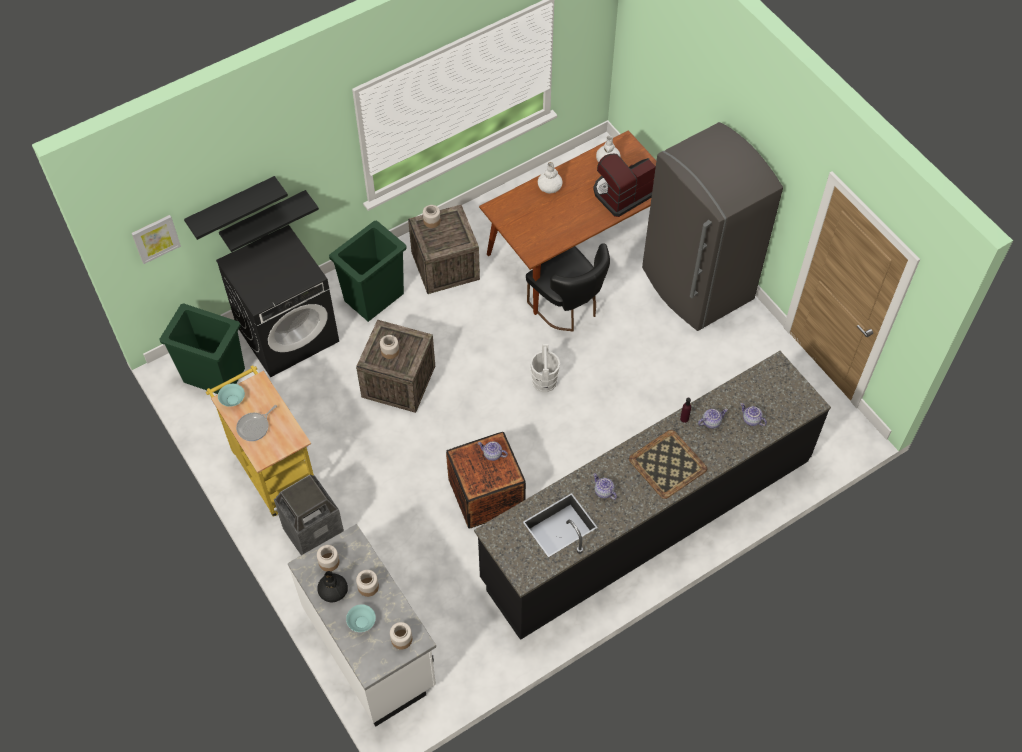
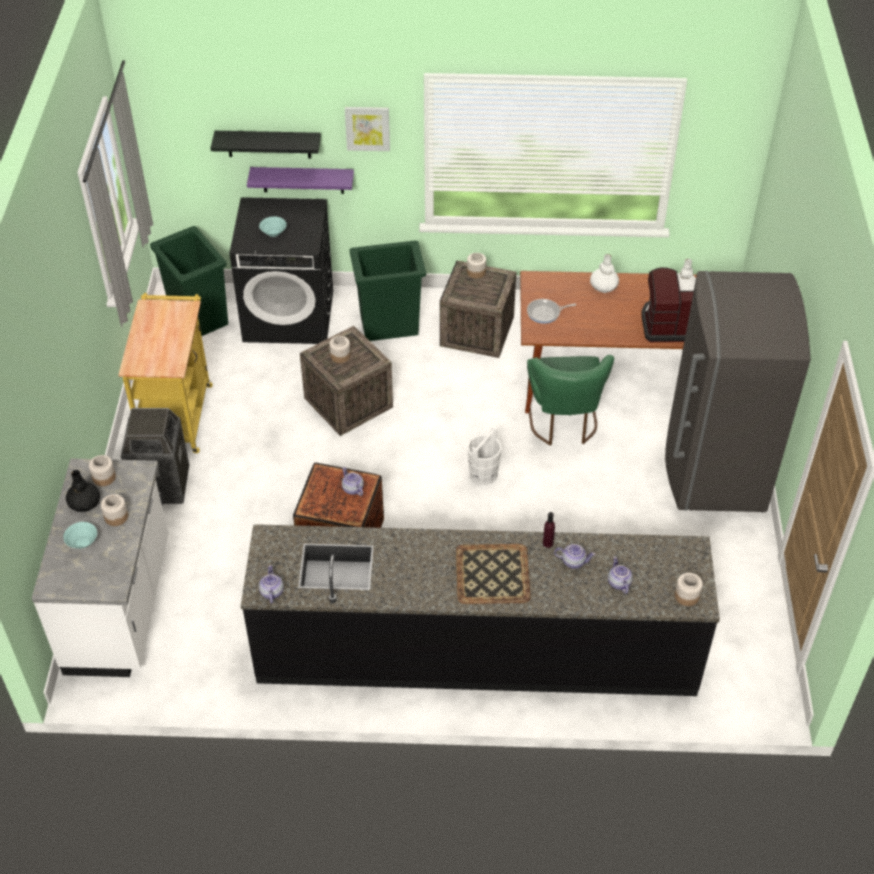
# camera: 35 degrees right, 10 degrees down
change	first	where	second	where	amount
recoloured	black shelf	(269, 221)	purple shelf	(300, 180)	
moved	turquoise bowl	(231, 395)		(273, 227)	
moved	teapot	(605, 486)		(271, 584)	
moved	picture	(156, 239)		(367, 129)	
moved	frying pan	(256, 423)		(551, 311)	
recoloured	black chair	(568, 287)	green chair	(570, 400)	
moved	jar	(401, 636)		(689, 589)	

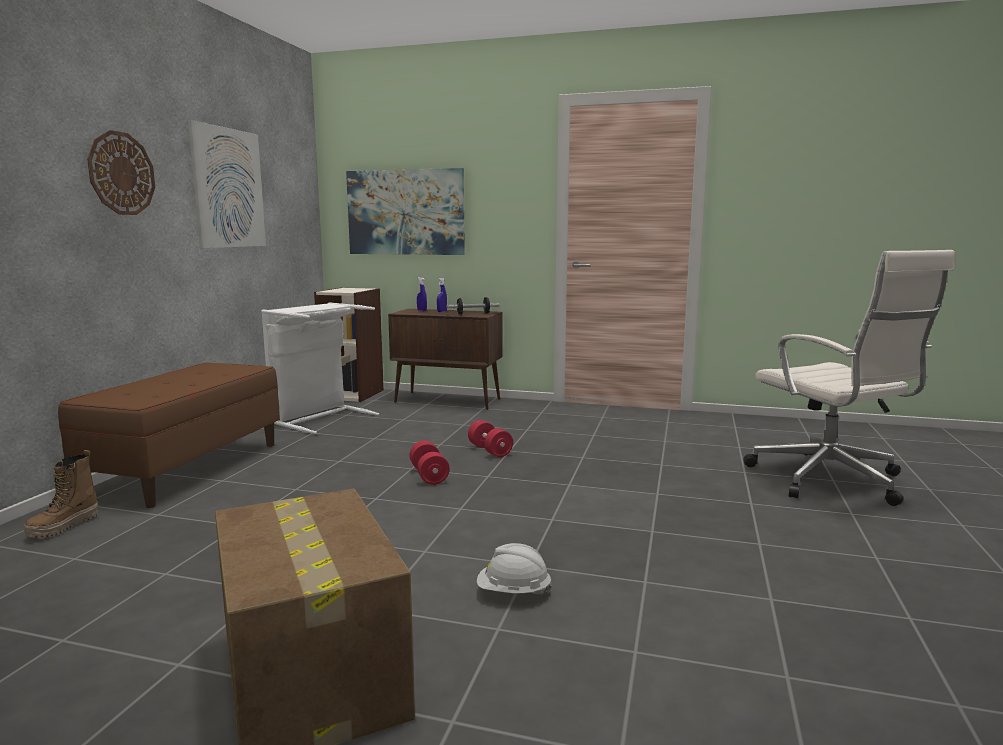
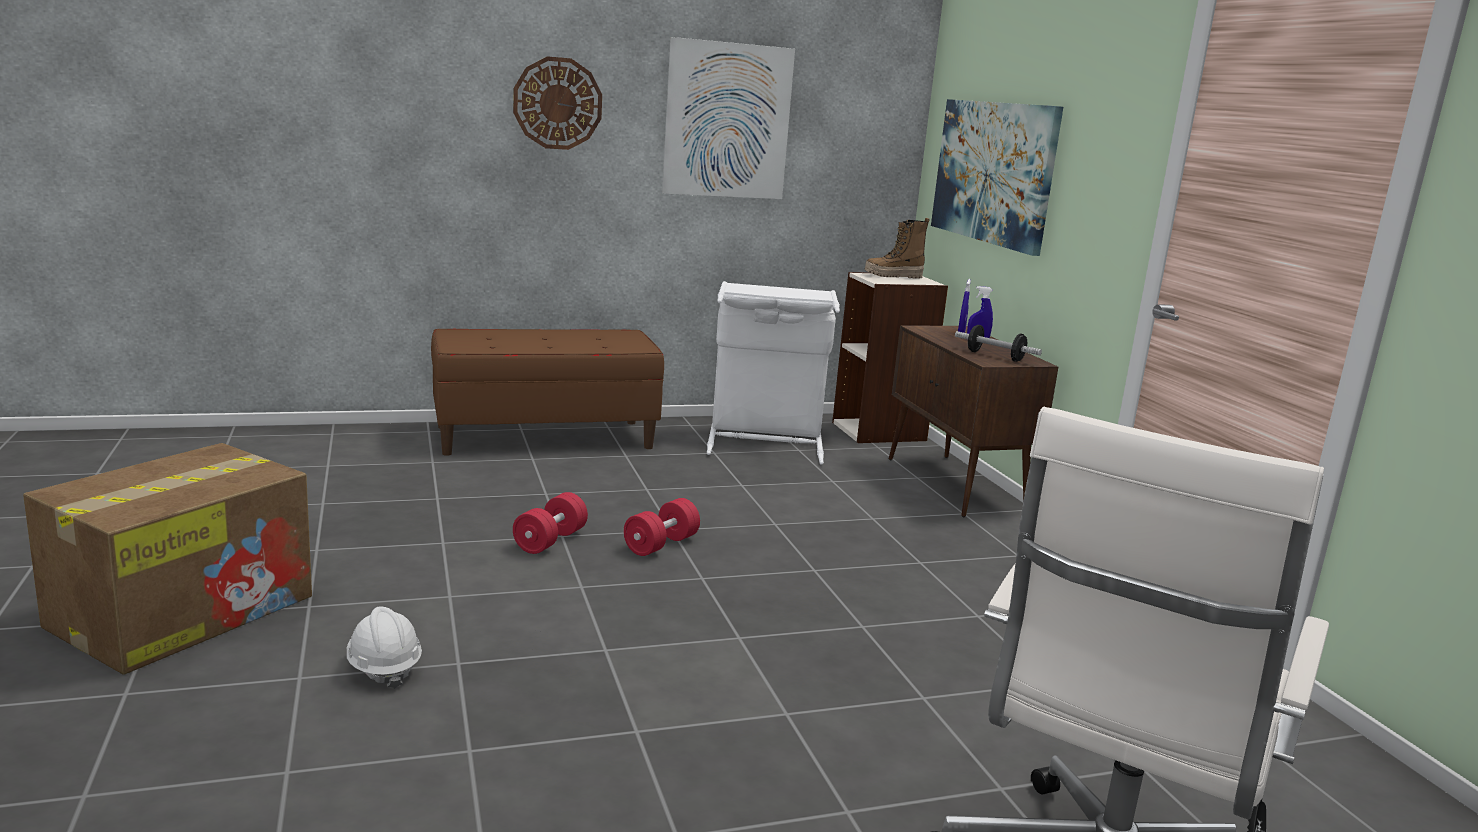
# camera: 55 degrees right, 5 degrees up
change	first	where	second	where	amount
moved	red dumbbell	(490, 438)		(550, 523)	
moved	boot	(60, 494)		(897, 248)	

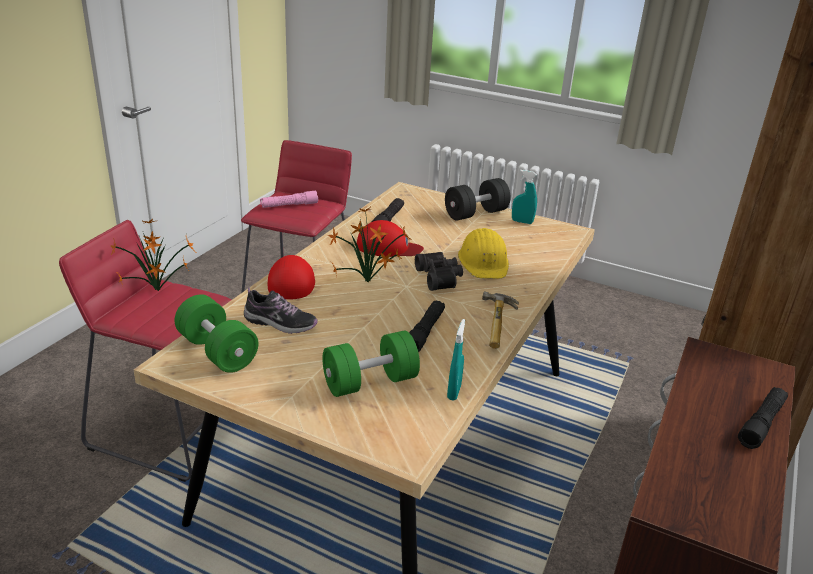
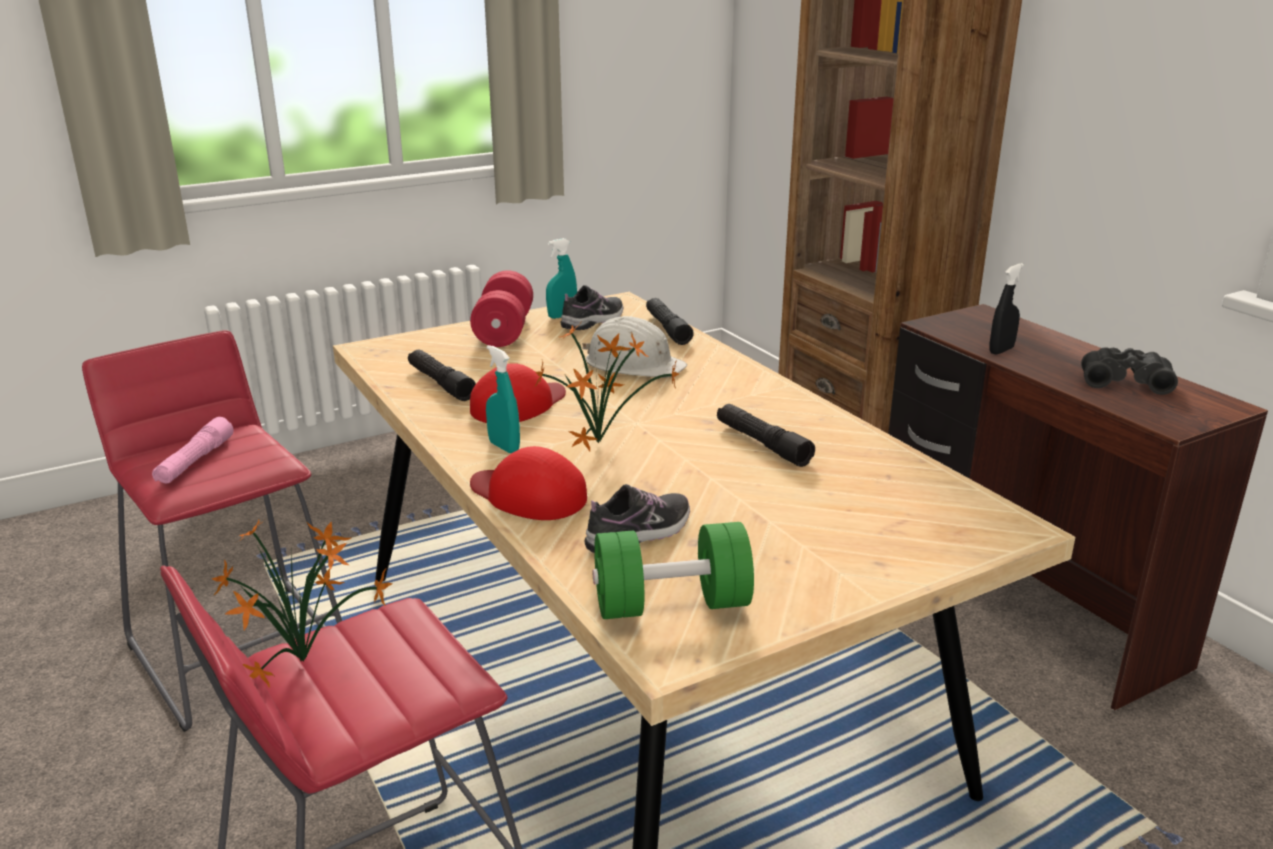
# camera: 55 degrees left, 5 degrees down
change	first	where	second	where	amount
recoloured	black dumbbell	(477, 199)	red dumbbell	(501, 308)	
moved	turquoise spray bottle	(456, 360)		(503, 399)	
added			shoe	(592, 307)	
recoloured	yellow hard hat	(483, 253)	white hard hat	(634, 347)	
moved	black flashlight	(763, 418)		(670, 321)	
added			black spray bottle	(1006, 308)	
moved	black binoculars	(439, 271)		(1129, 371)	
removed	green dumbbell	(371, 363)			
removed	hammer	(500, 320)			

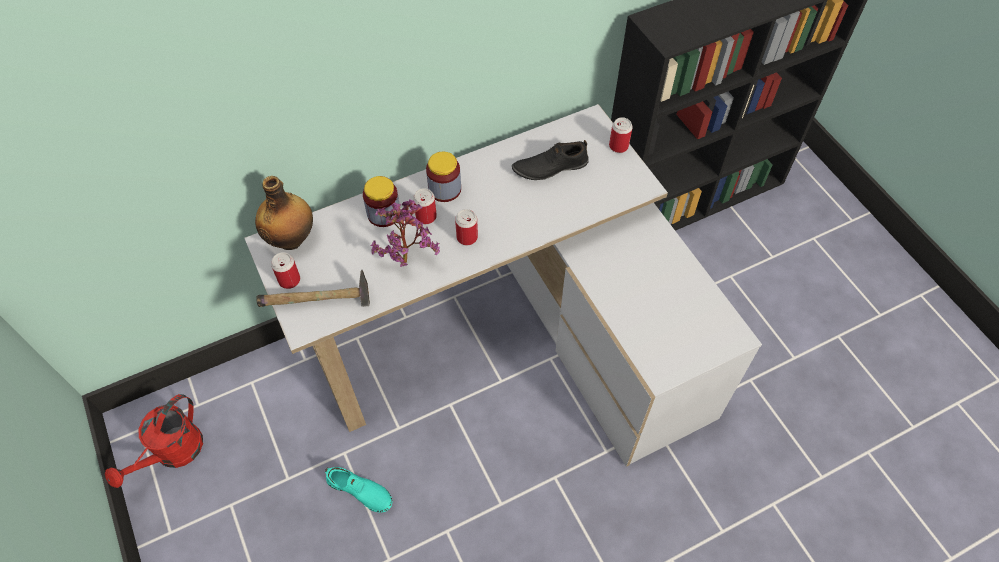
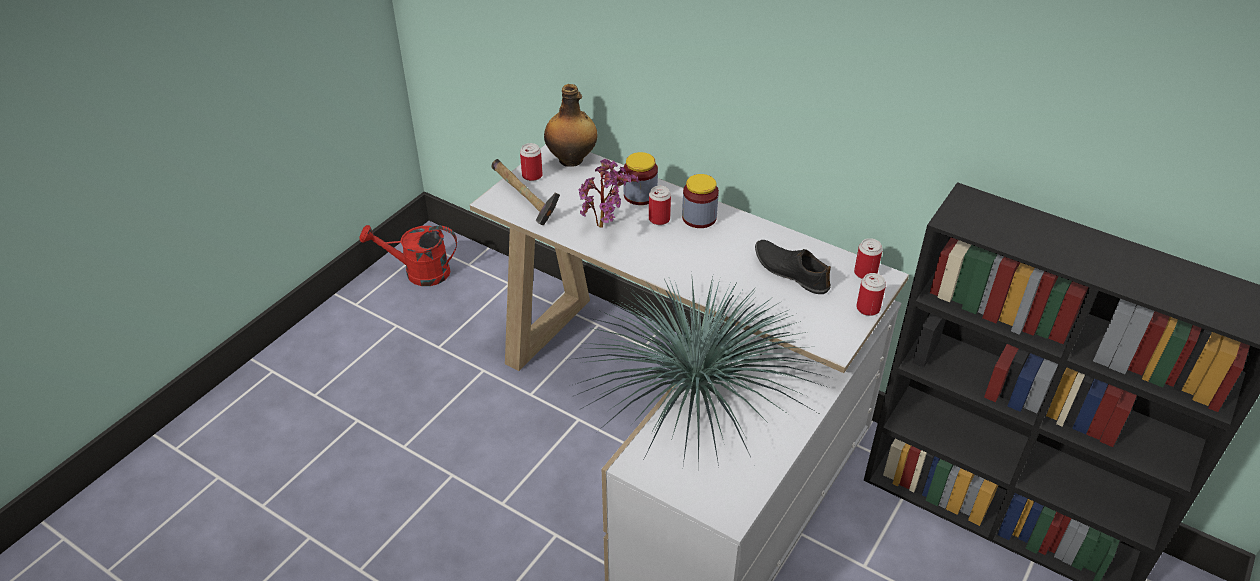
# camera: 60 degrees right, 15 degrees down
change	first	where	second	where	amount
added			potted plant	(696, 371)	
moved	can	(466, 227)		(868, 258)	
removed	turquoise shoe	(358, 490)			

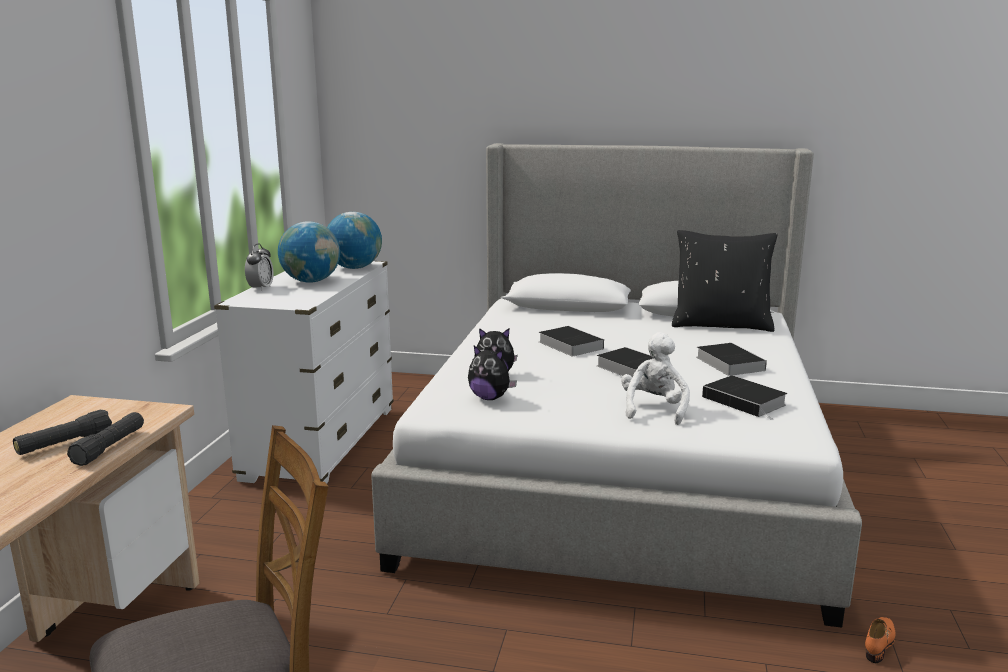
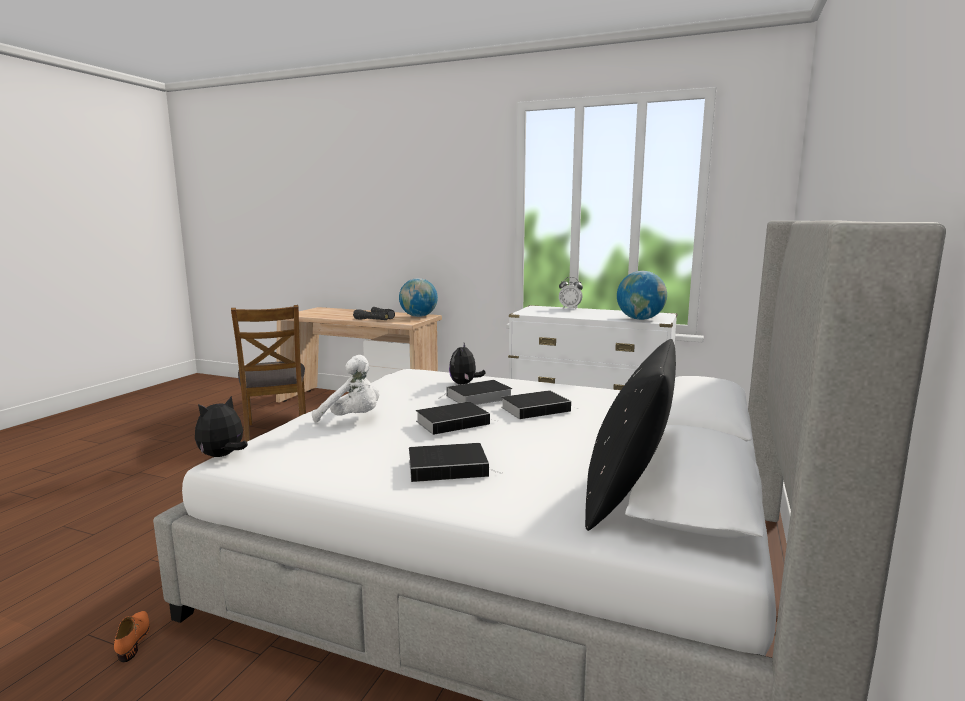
# camera: 100 degrees right, 5 degrees down
change	first	where	second	where	amount
turned	orange shoe	(880, 640)		(132, 636)	150 degrees counterclockwise
moved	plush toy	(492, 372)		(221, 426)	
moved	globe	(309, 252)		(418, 297)	
moved	book	(745, 398)		(476, 392)	

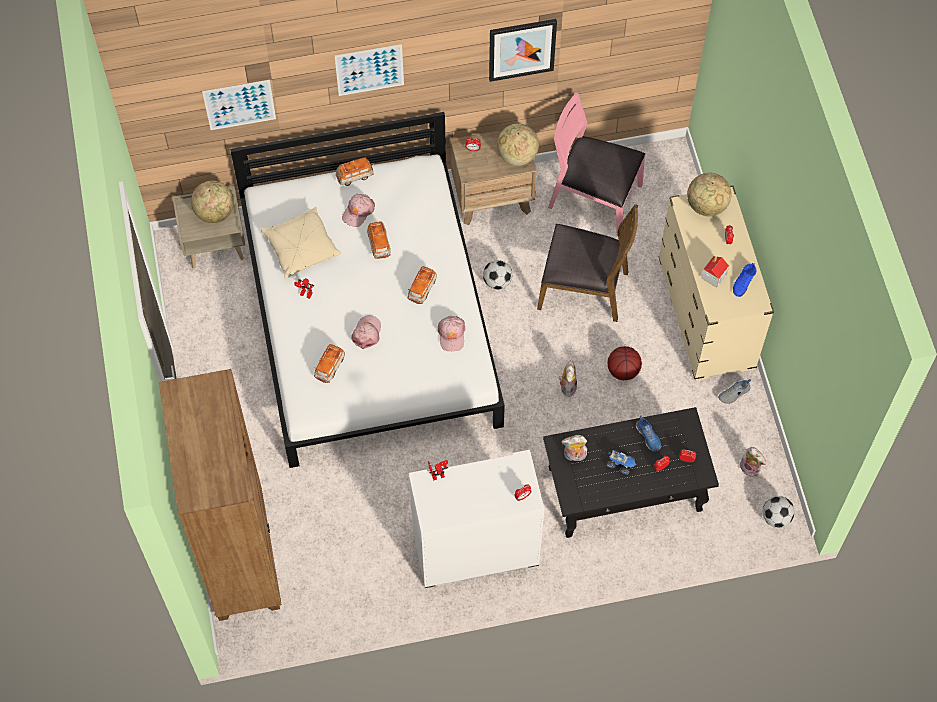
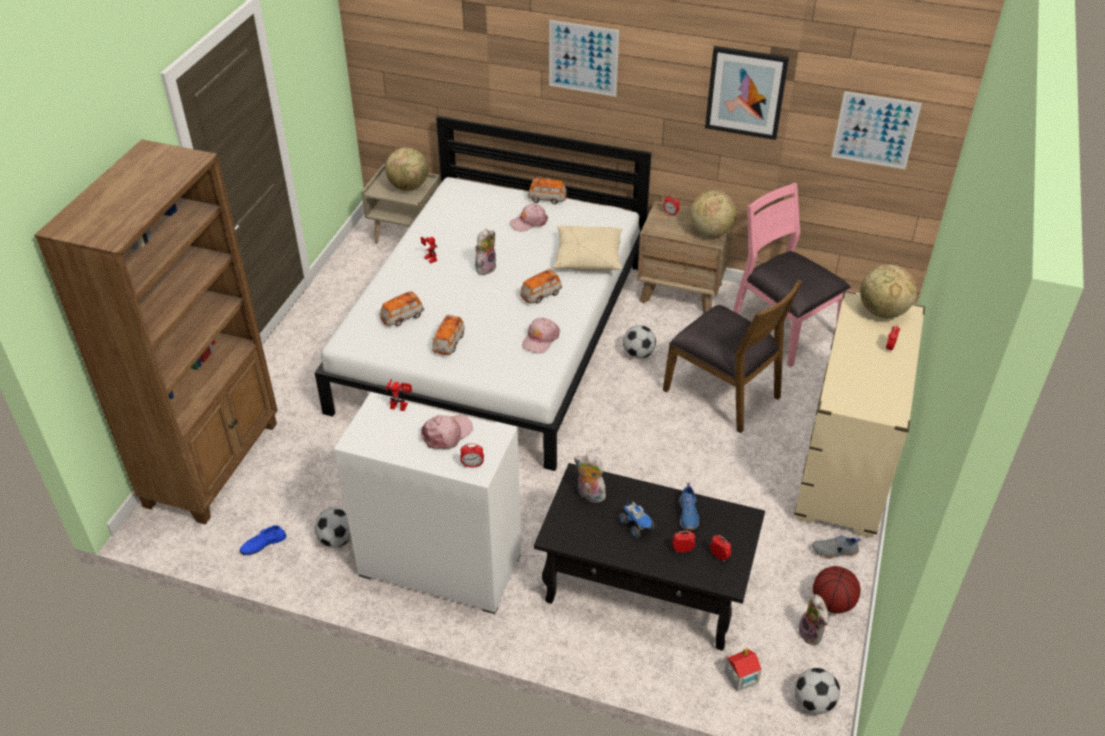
# camera: 30 degrees right, 20 degrees down
change	first	where	second	where	amount
moved	blue shoe	(744, 280)		(263, 540)	
added			football	(333, 528)	
moved	pink cap	(366, 332)		(447, 432)	
moved	toy car	(379, 240)		(448, 335)	
moved	plush toy	(568, 378)		(486, 252)	
moved	beige pillow	(301, 243)		(587, 248)	
moved	toy house	(715, 272)		(743, 670)	
moved	basketball	(625, 363)		(837, 590)	
moved	picture	(239, 105)		(876, 130)	

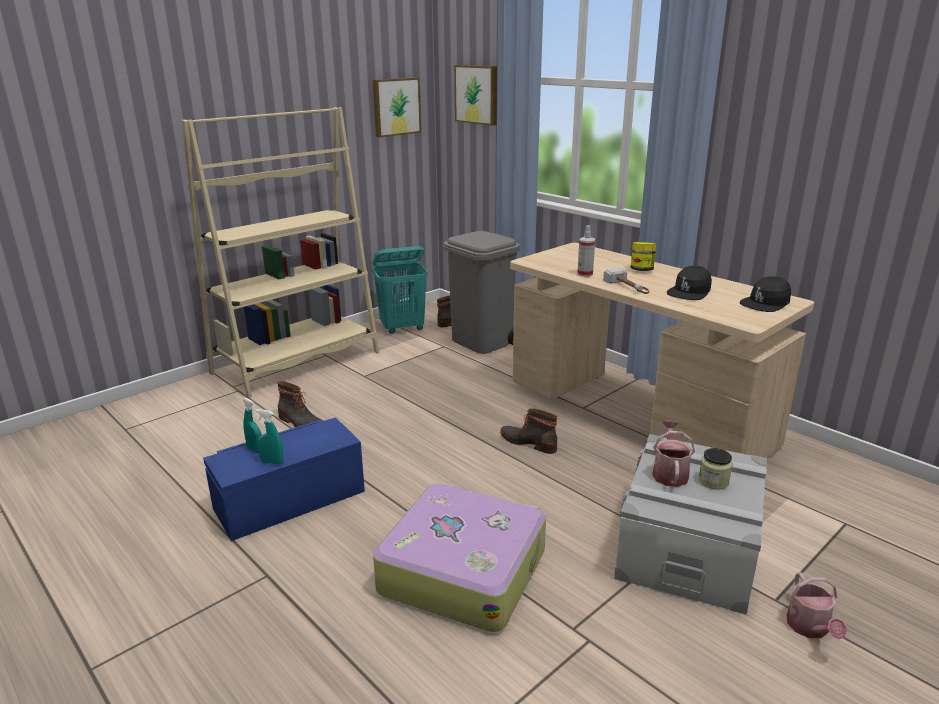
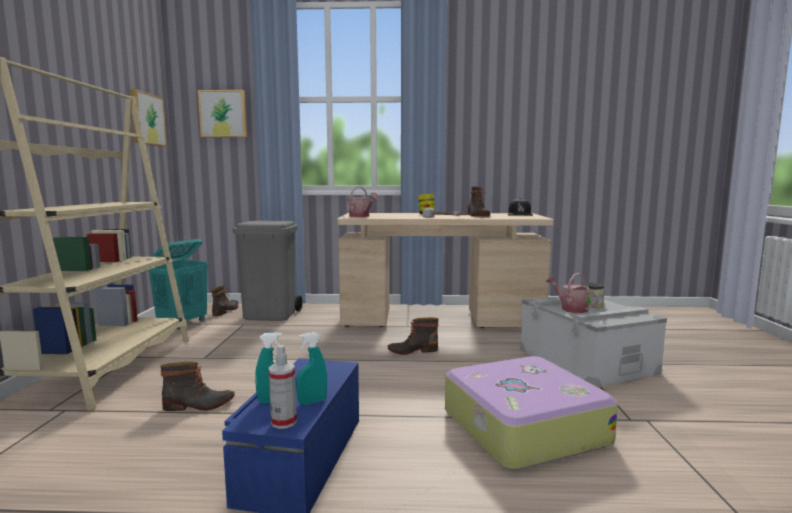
# camera: 45 degrees left, 15 degrees down
change	first	where	second	where	amount
moved	spray bottle	(586, 251)		(283, 387)	
moved	watering can	(817, 606)		(362, 202)	
replaced	black cap	(689, 283)	boot	(479, 201)	

